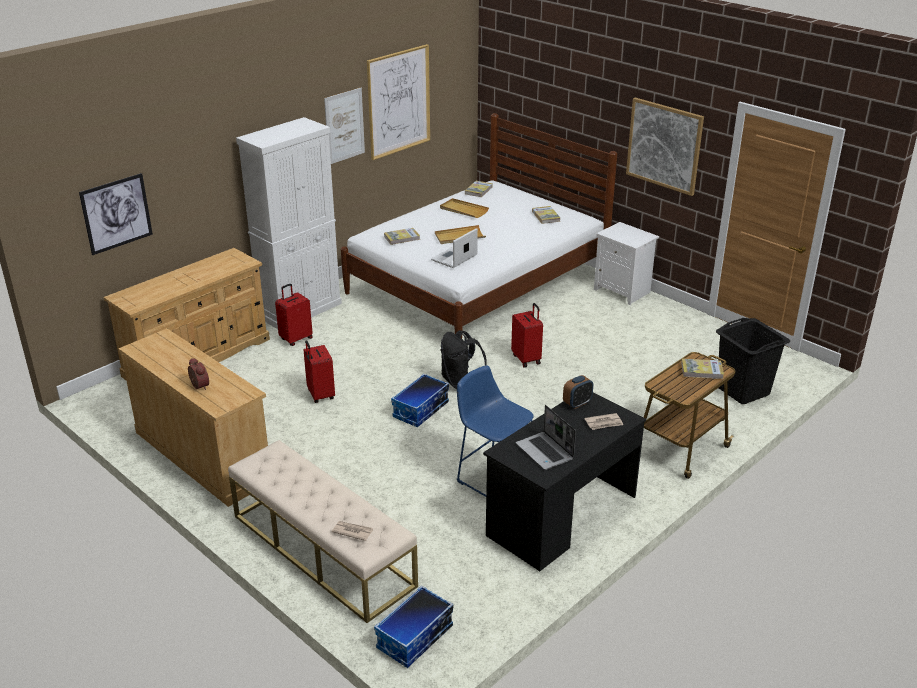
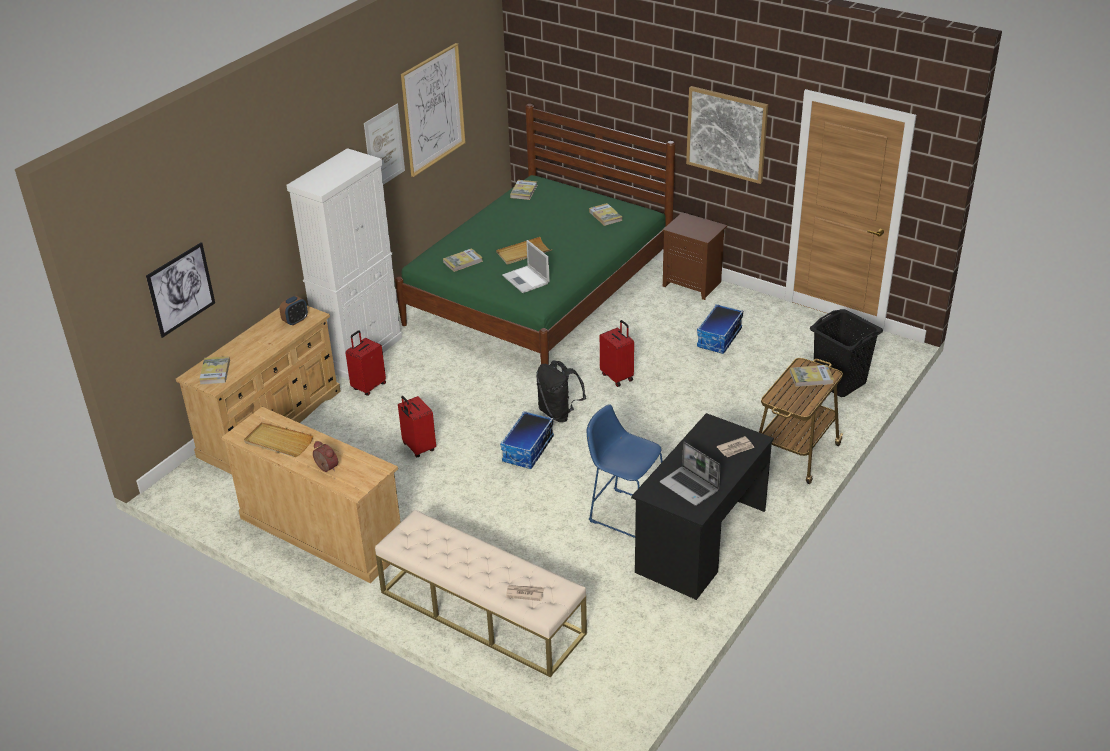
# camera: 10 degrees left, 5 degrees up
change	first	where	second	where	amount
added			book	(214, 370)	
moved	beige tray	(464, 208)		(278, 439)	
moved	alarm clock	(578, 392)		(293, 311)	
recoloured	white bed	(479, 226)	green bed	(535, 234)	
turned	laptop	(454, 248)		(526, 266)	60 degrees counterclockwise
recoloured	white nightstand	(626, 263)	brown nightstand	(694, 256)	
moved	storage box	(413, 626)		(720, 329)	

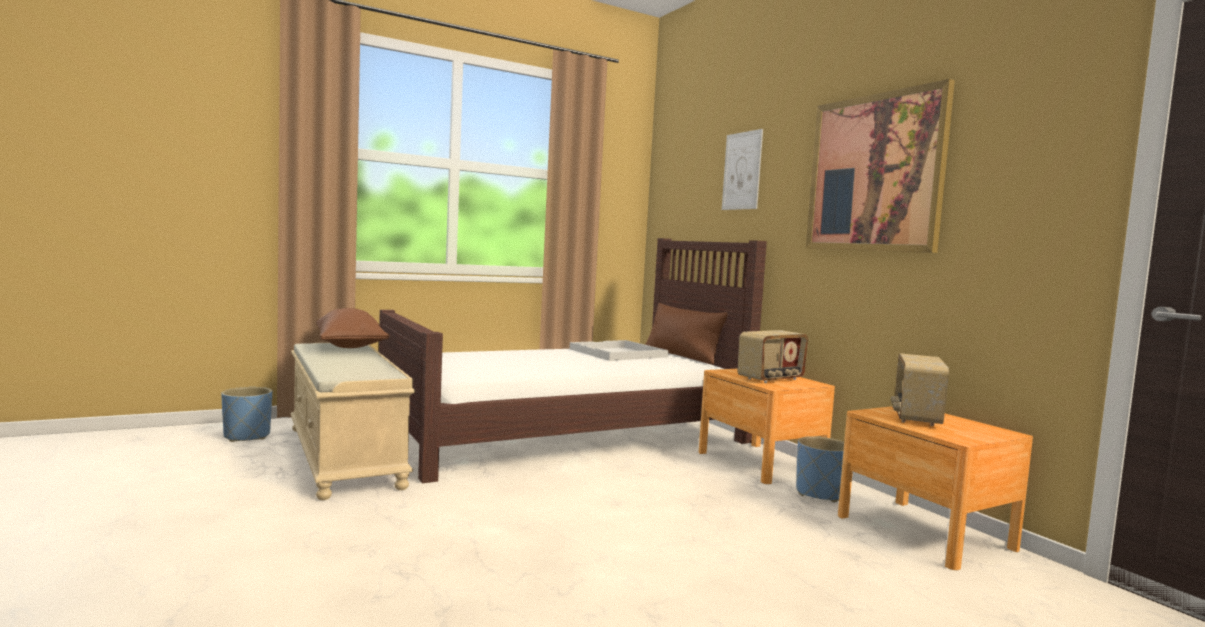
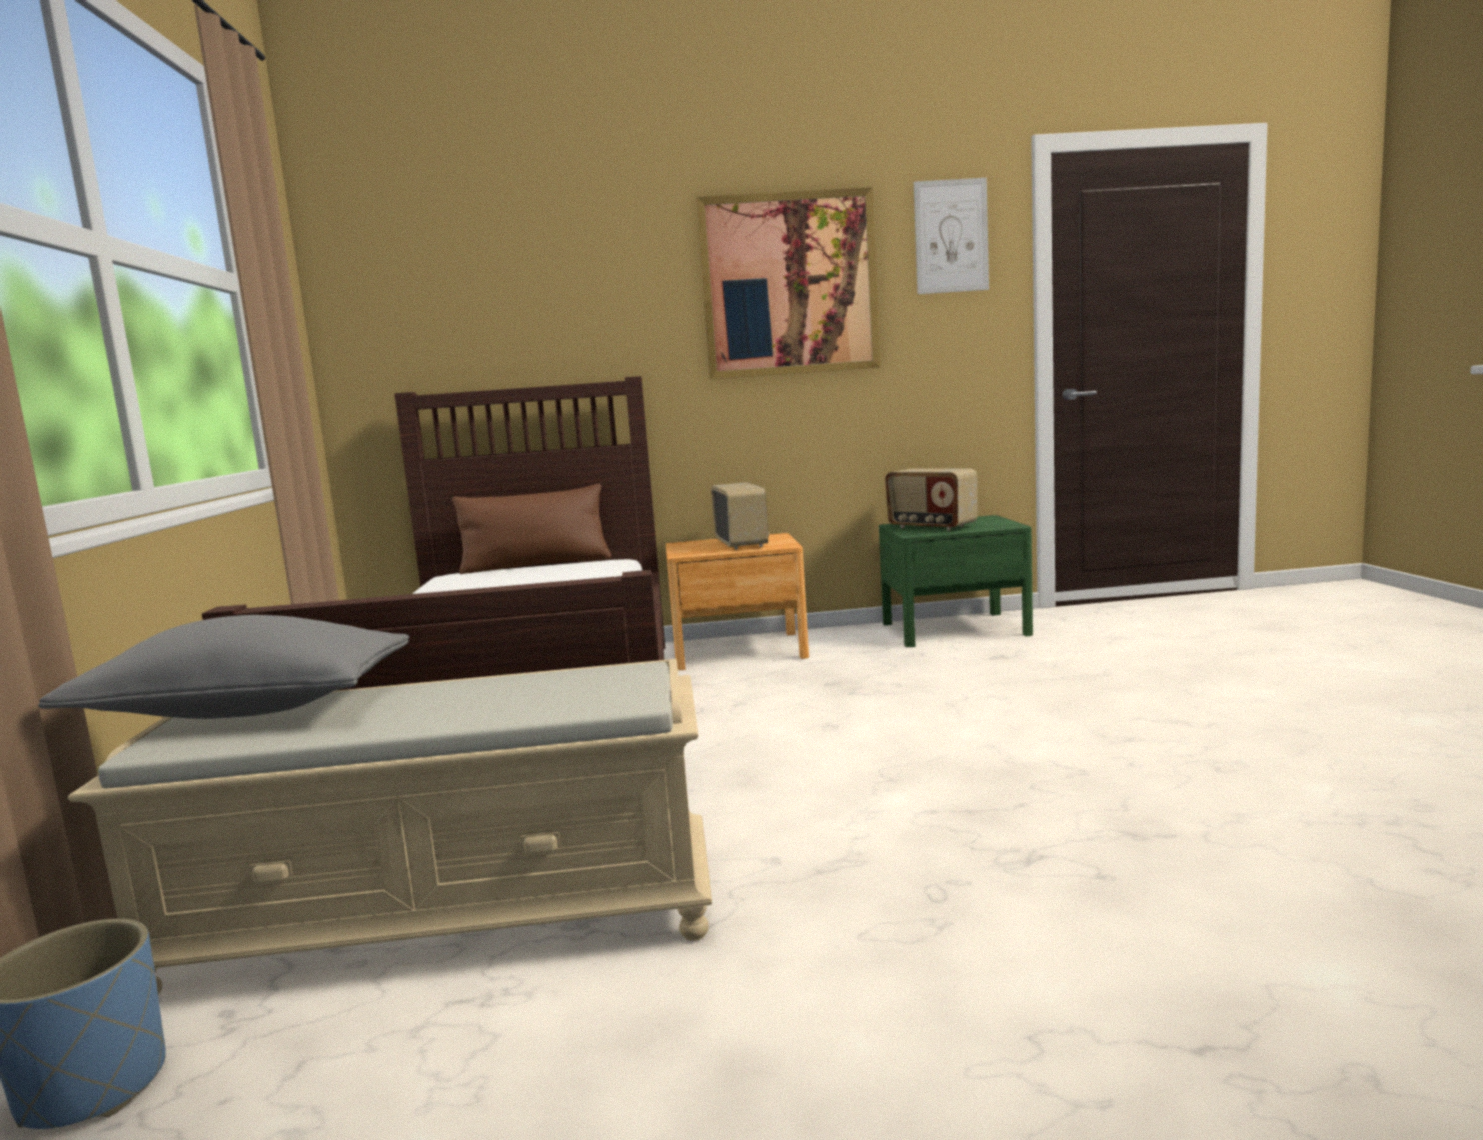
# camera: 65 degrees left, 5 degrees up
change	first	where	second	where	amount
recoloured	brown pillow	(353, 328)	grey pillow	(223, 667)	
recoloured	brown nightstand	(935, 488)	green nightstand	(956, 581)	
moved	picture	(742, 169)		(951, 236)	
removed	white tray	(619, 350)			
removed	blue planter	(820, 469)			

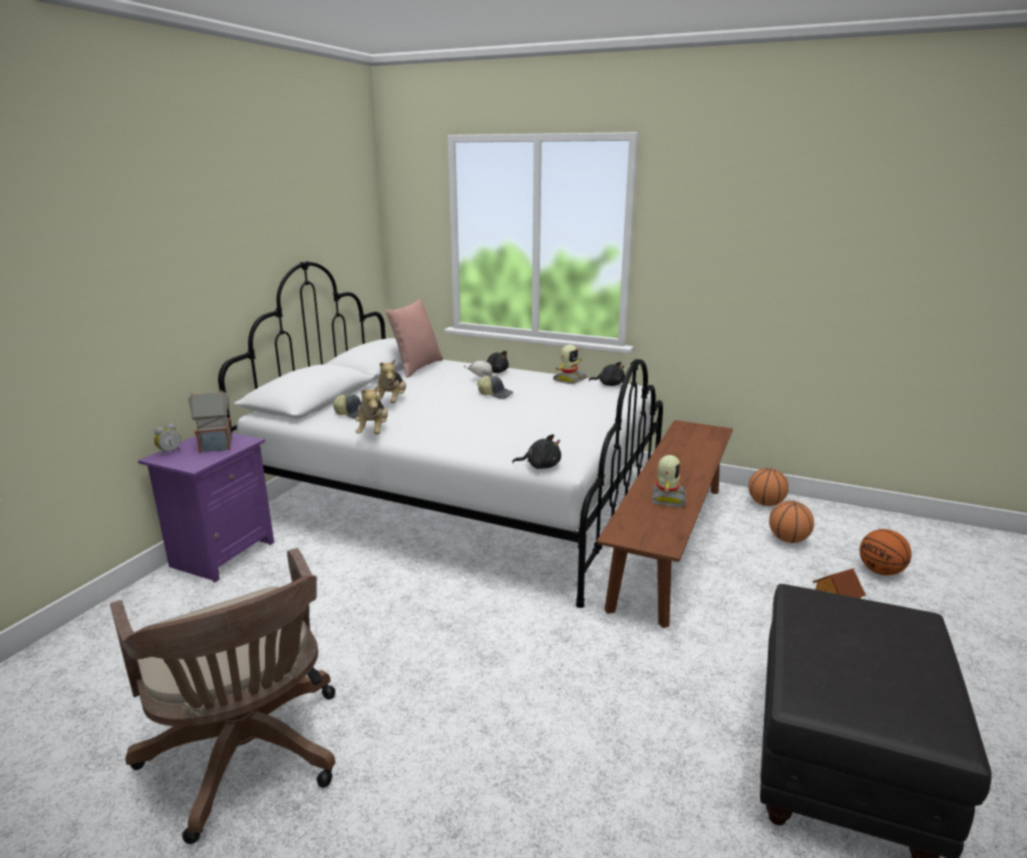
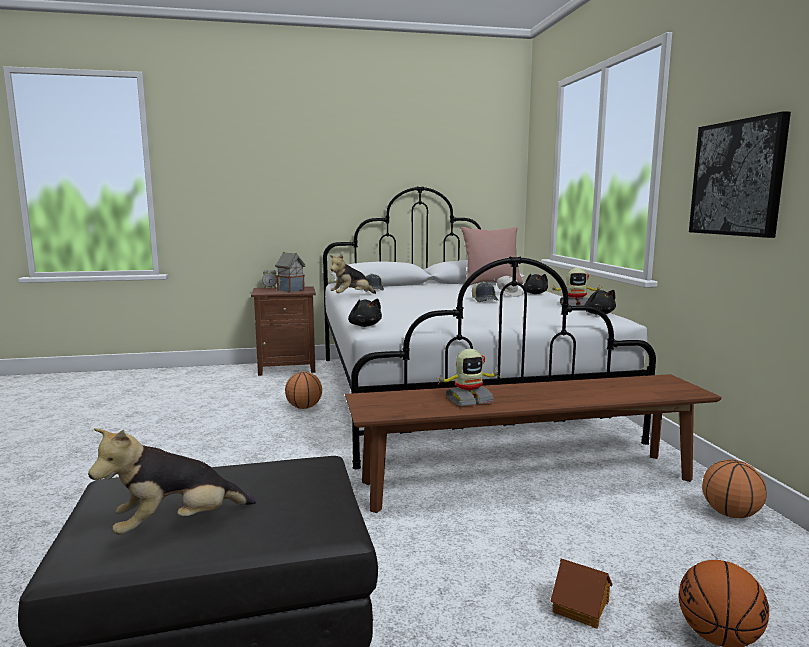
# camera: 55 degrees right, 10 degrees down
change	first	where	second	where	amount
moved	plush toy	(391, 381)		(172, 481)	
recoloured	purple nightstand	(206, 508)	brown nightstand	(283, 331)	
moved	basketball	(791, 522)		(303, 390)	
added			picture	(740, 174)	
removed	brown office chair	(222, 696)			

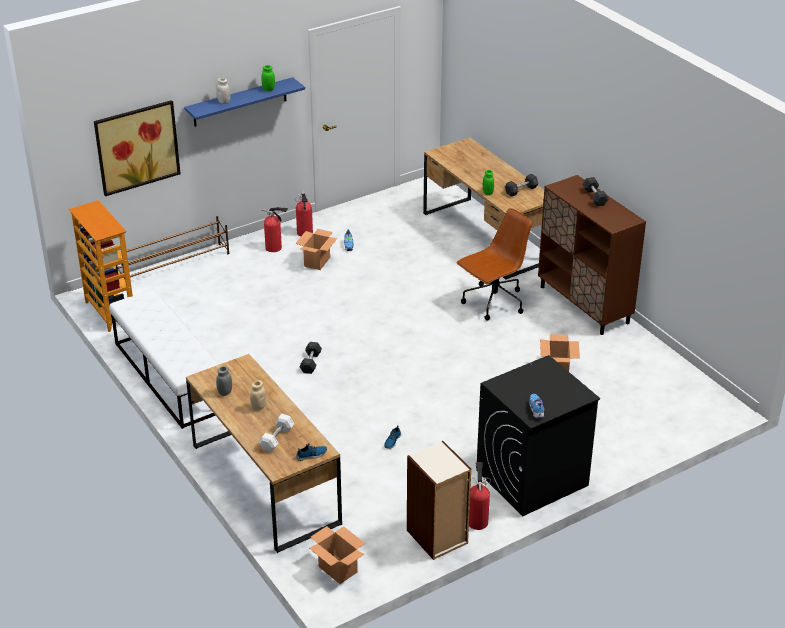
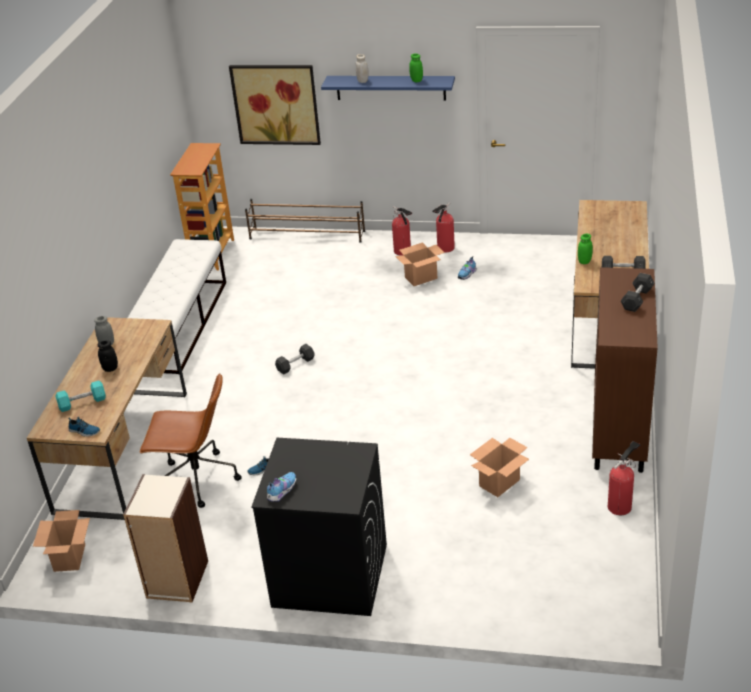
# camera: 45 degrees right, 0 degrees up
change	first	where	second	where	amount
recoloured	white dumbbell	(277, 433)	turquoise dumbbell	(80, 396)	
recoloured	beige jar	(258, 395)	black jar	(108, 356)	
moved	brown office chair	(494, 264)		(190, 440)	
moved	fire extinguisher	(480, 496)		(624, 478)	

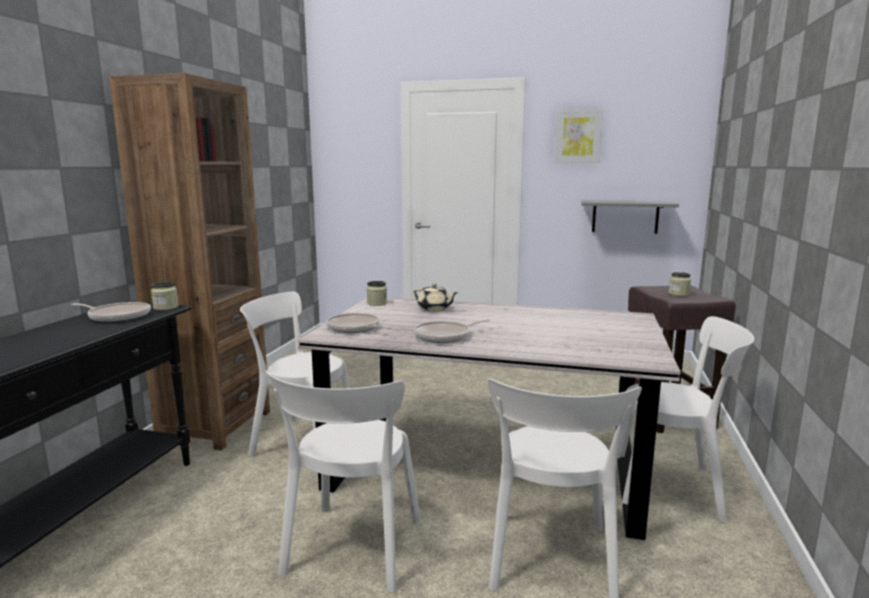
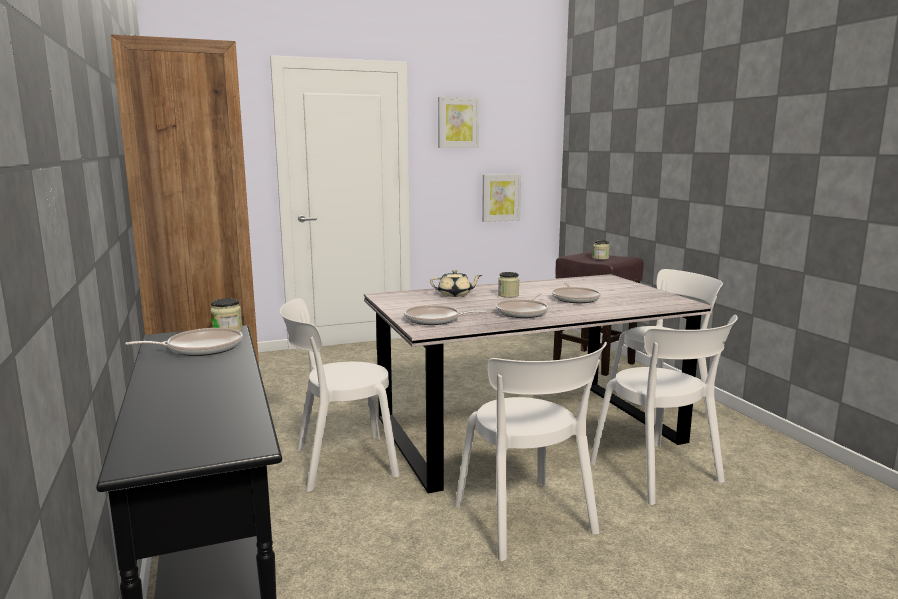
# camera: 35 degrees left, 0 degrees up
change	first	where	second	where	amount
replaced	grey shelf	(630, 217)	picture	(501, 198)	
moved	jar	(377, 293)		(508, 285)	
added			frying pan	(576, 292)	

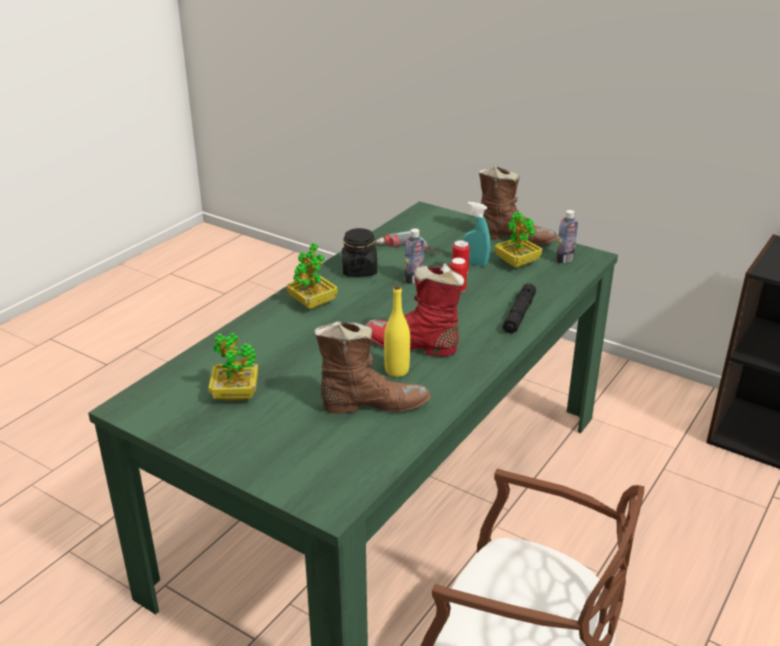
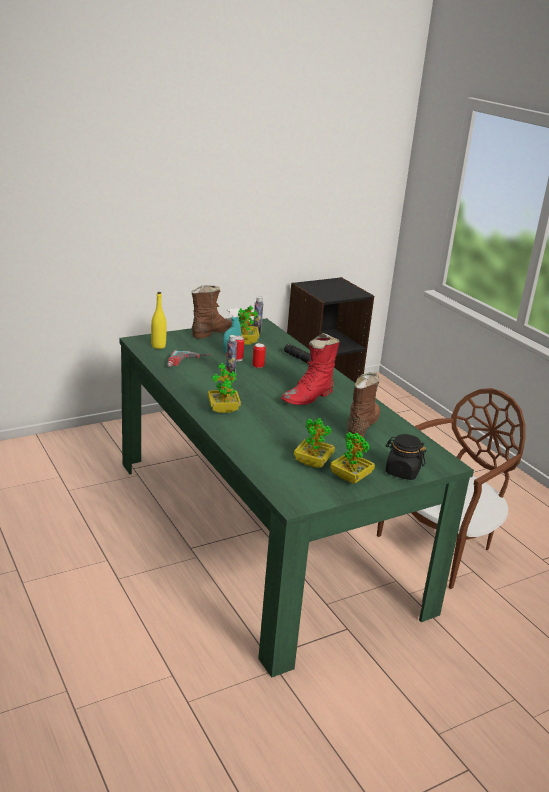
# camera: 65 degrees left, 5 degrees down
change	first	where	second	where	amount
moved	yellow bottle	(397, 331)		(159, 320)	
added			potted plant	(352, 458)	
moved	black jar	(359, 252)		(405, 457)	

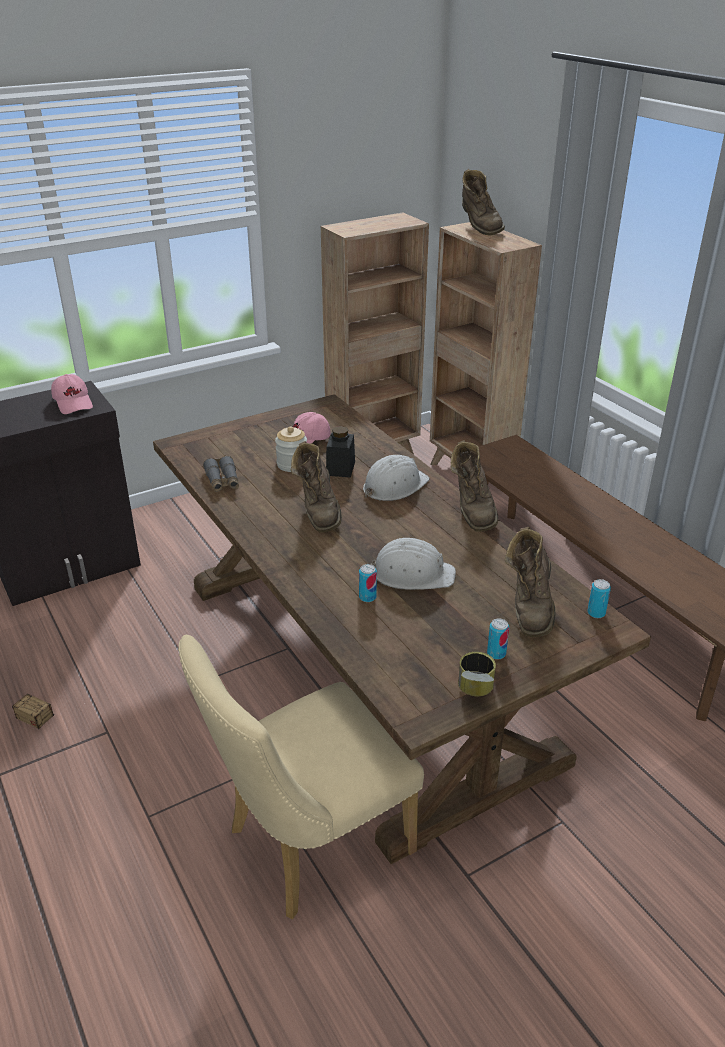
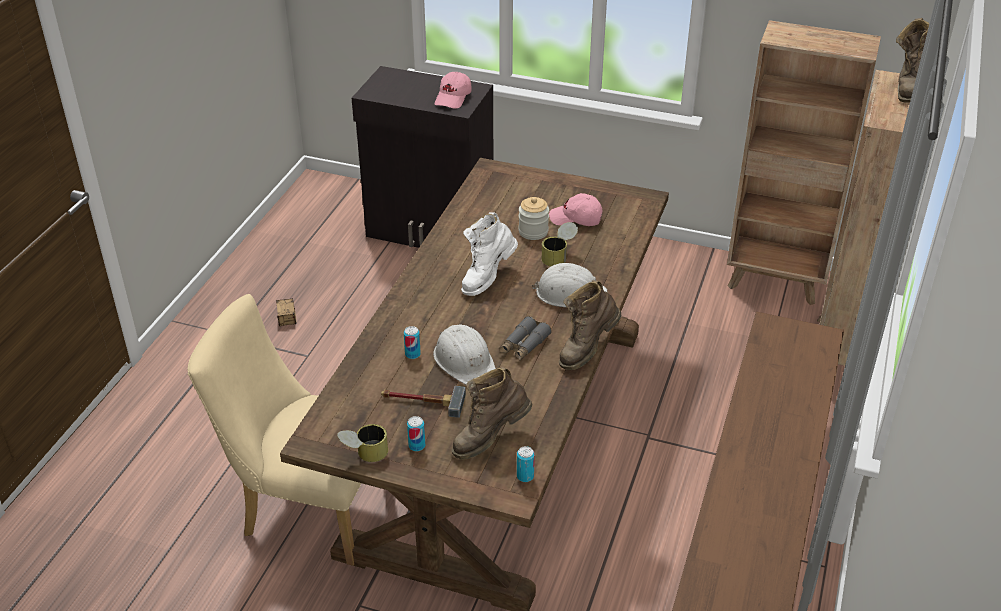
# camera: 50 degrees right, 5 degrees up
change	first	where	second	where	amount
added			hammer	(423, 402)	
recoloured	brown boot	(316, 486)	white boot	(489, 254)	
moved	grey binoculars	(221, 474)		(525, 338)	
replaced	black jar	(340, 452)	can	(559, 244)	

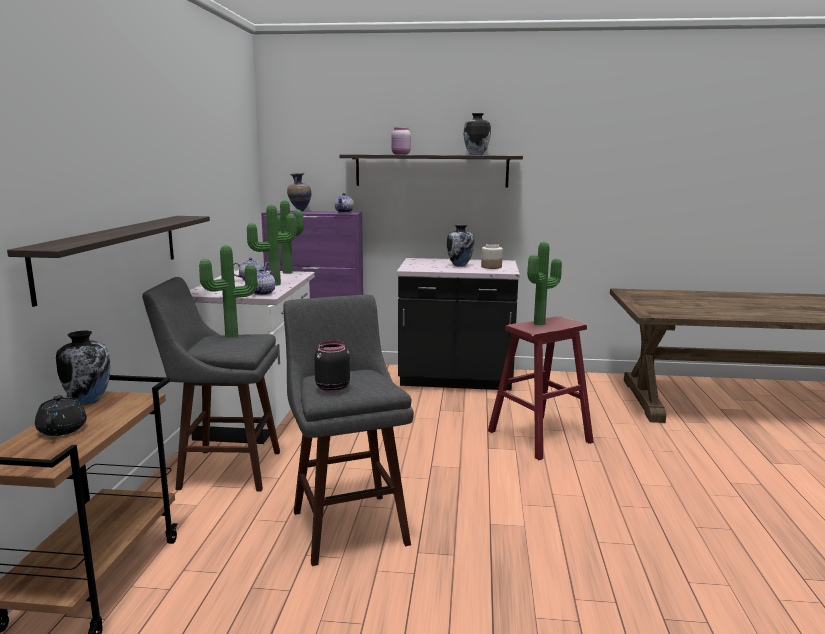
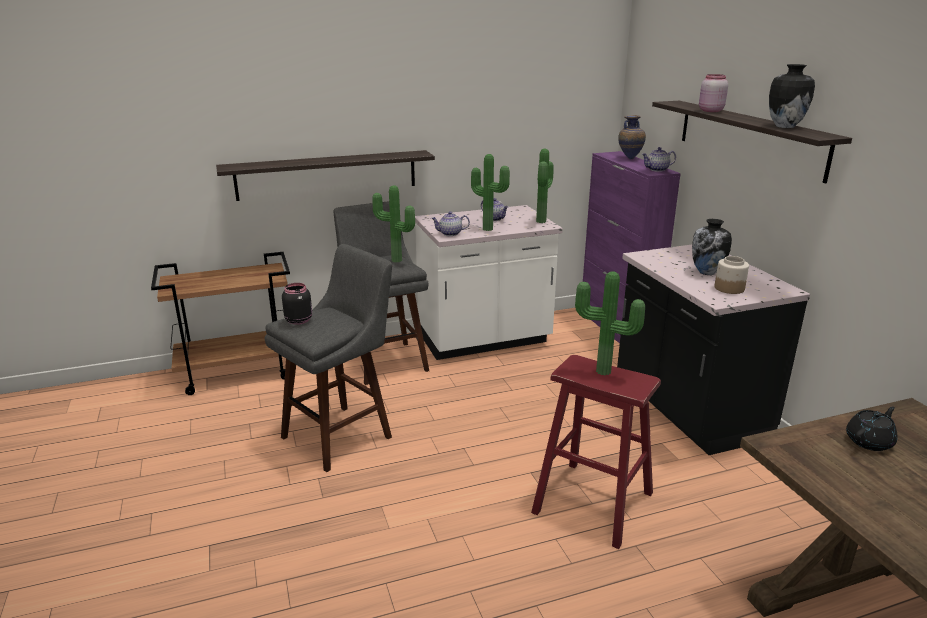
# camera: 65 degrees right, 10 degrees up
change	first	where	second	where	amount
moved	black teapot	(61, 413)		(872, 428)	
removed	vase	(83, 367)			

